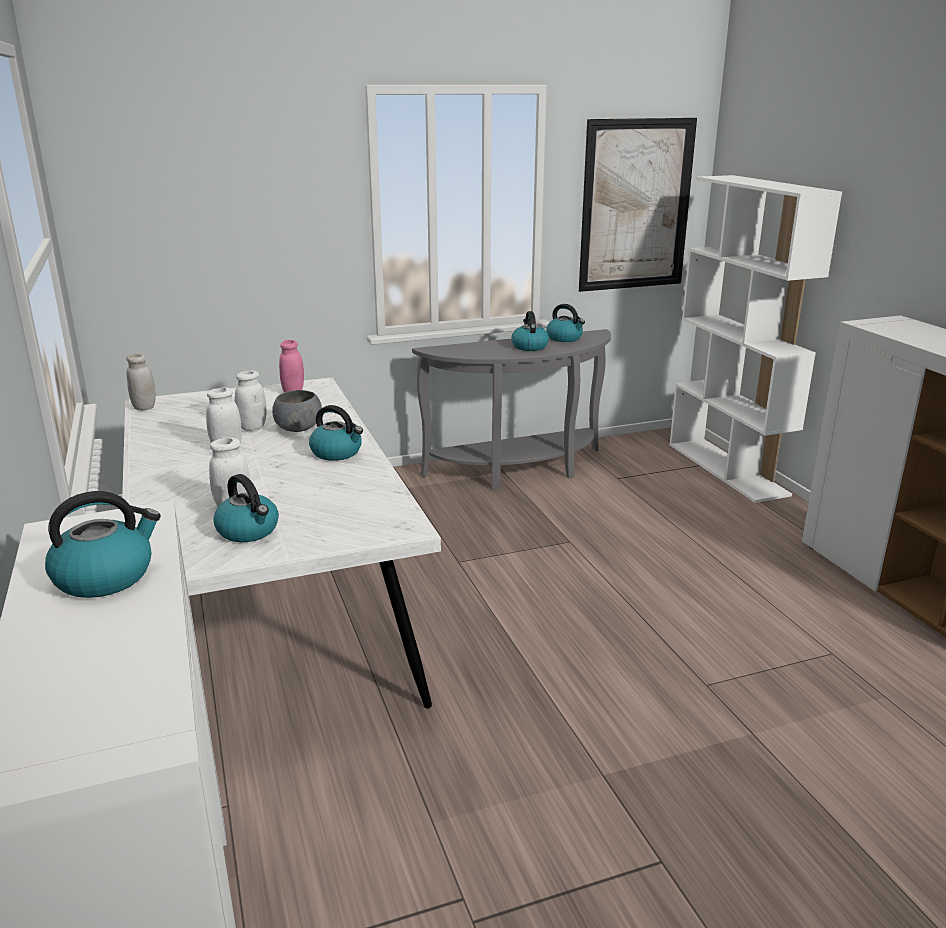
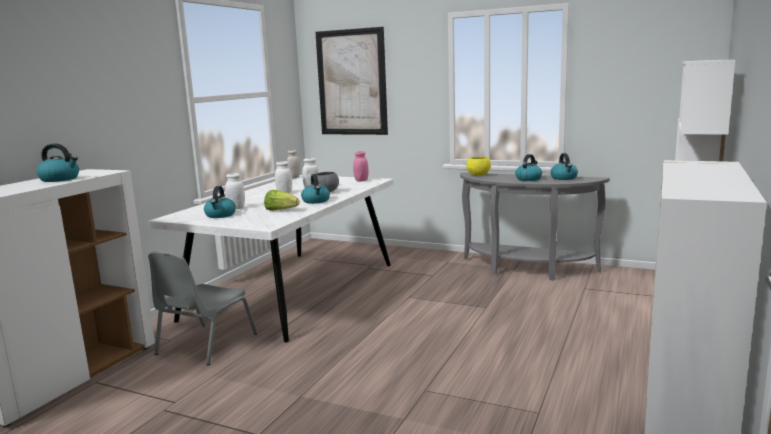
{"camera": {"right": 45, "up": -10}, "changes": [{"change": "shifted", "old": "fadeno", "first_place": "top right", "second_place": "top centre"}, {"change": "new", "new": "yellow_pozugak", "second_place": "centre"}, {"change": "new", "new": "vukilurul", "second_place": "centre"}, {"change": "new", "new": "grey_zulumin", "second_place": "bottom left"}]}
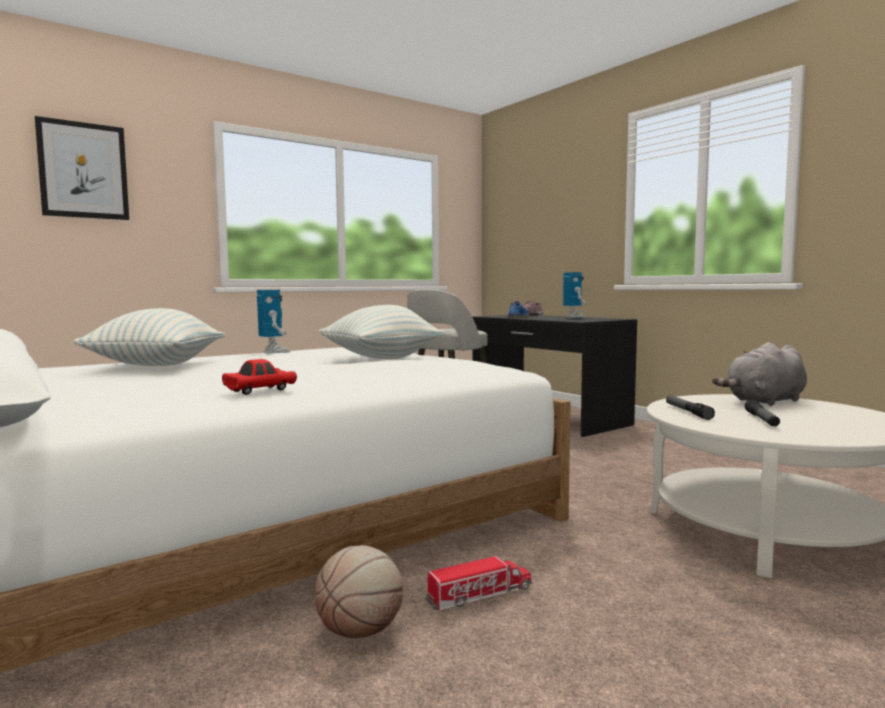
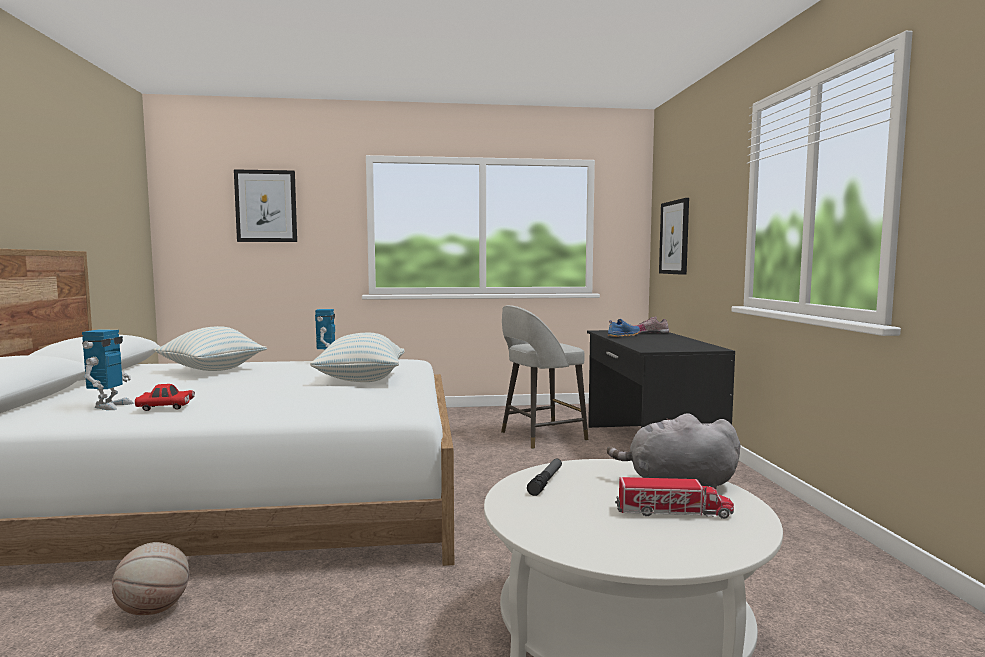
{"camera": {"right": 30, "up": 0}, "changes": [{"change": "shifted", "old": "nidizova (no. 2 from left in the first image)", "new": "nidizova (no. 1 from left)", "first_place": "centre", "second_place": "middle left"}, {"change": "gone", "old": "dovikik (no. 2 from left)", "first_place": "middle right"}, {"change": "shifted", "old": "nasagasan", "first_place": "bottom centre", "second_place": "bottom right"}, {"change": "new", "new": "fadeno (no. 2 from left)", "second_place": "middle right"}]}
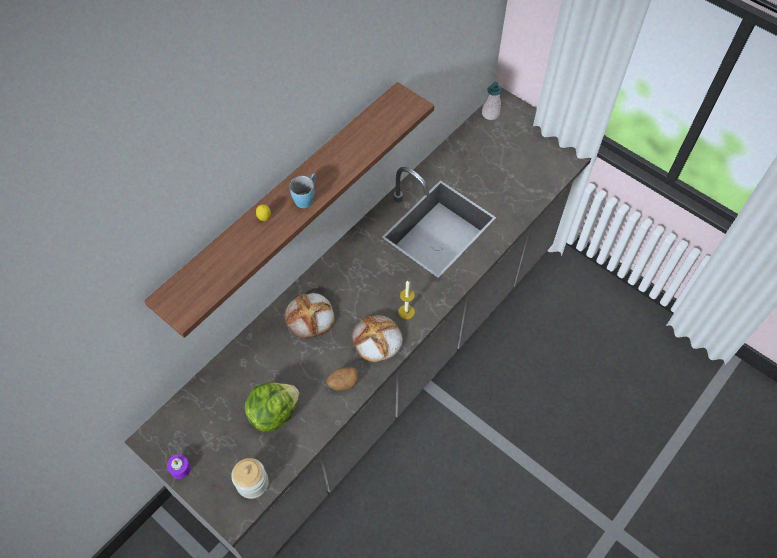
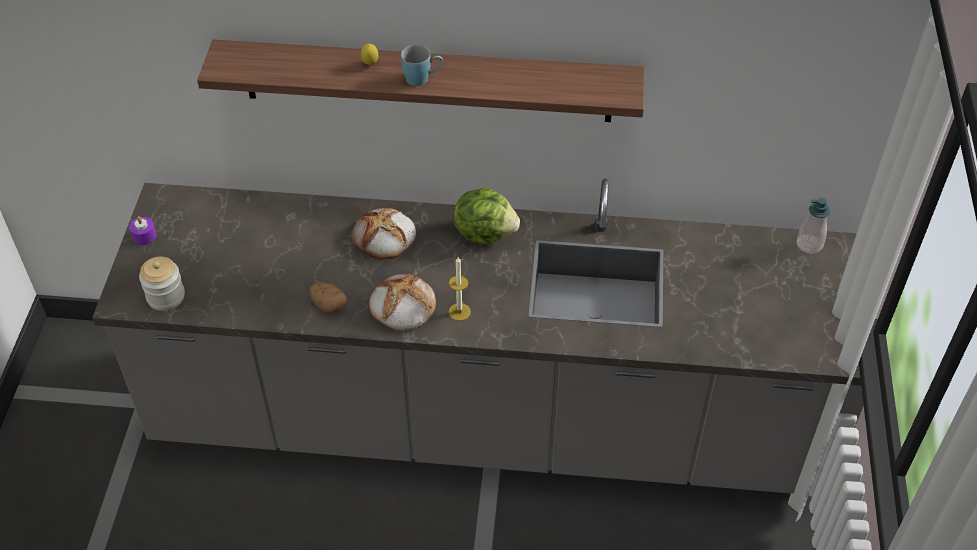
{"camera": {"right": 55, "up": -10}, "changes": [{"change": "shifted", "old": "vukilurul", "first_place": "bottom centre", "second_place": "centre"}]}
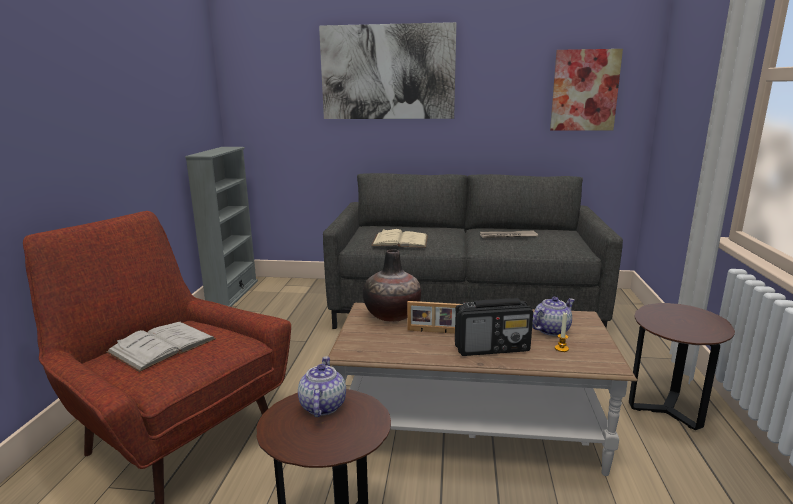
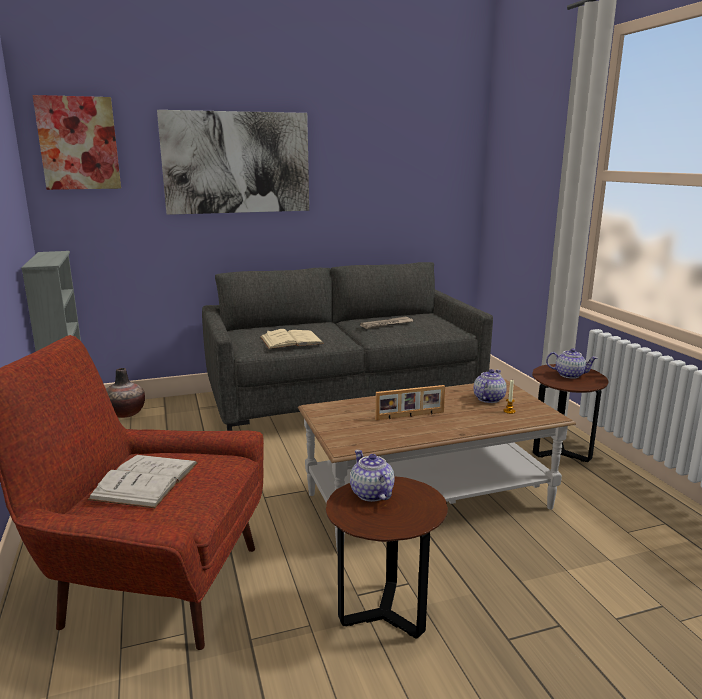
{"camera": {"right": -25, "up": 0}, "changes": [{"change": "shifted", "old": "fadeno (no. 2 from left in the first image)", "new": "fadeno (no. 1 from left)", "first_place": "top right", "second_place": "top left"}, {"change": "shifted", "old": "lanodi", "first_place": "centre", "second_place": "middle left"}, {"change": "gone", "old": "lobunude", "first_place": "centre"}, {"change": "new", "new": "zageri (no. 3 from left)", "second_place": "middle right"}]}
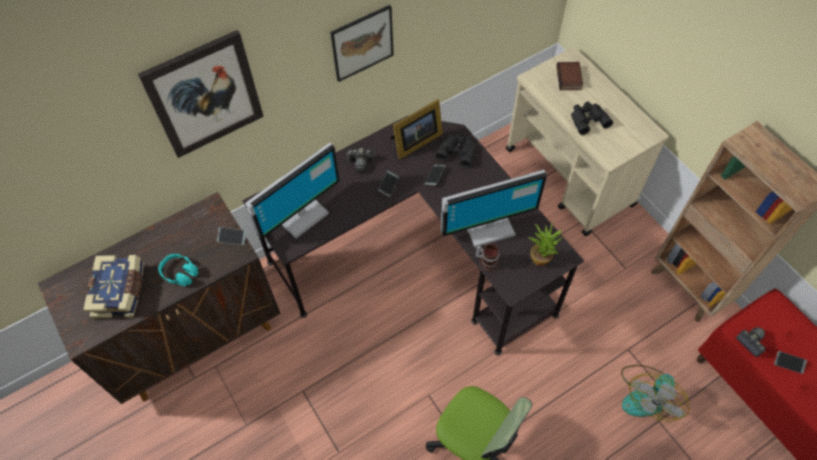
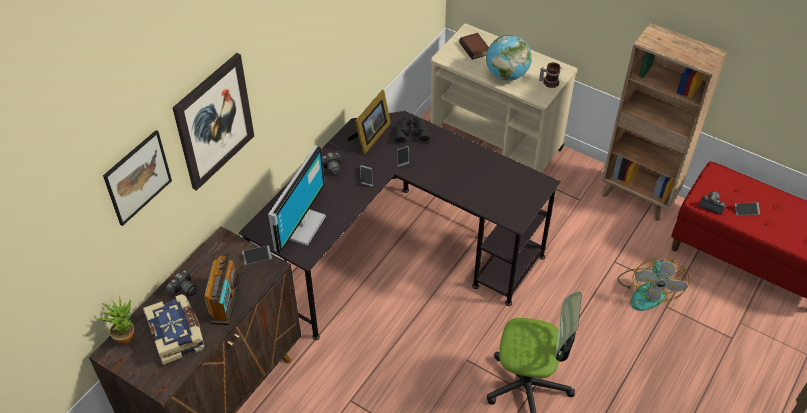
{"camera": {"right": -25, "up": -10}, "changes": [{"change": "shifted", "old": "fadeno (no. 2 from left in the first image)", "new": "fadeno (no. 1 from left)", "first_place": "top centre", "second_place": "middle left"}, {"change": "swapped", "old": "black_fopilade (no. 2 from left)", "new": "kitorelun", "first_place": "top right", "second_place": "top centre"}, {"change": "gone", "old": "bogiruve (no. 2 from left)", "first_place": "centre"}, {"change": "shifted", "old": "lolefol", "first_place": "middle right", "second_place": "bottom left"}, {"change": "shifted", "old": "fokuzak", "first_place": "centre", "second_place": "top right"}, {"change": "swapped", "old": "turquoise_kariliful", "new": "lobunude", "first_place": "middle left", "second_place": "bottom left"}, {"change": "new", "new": "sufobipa (no. 1 from left)", "second_place": "bottom left"}]}
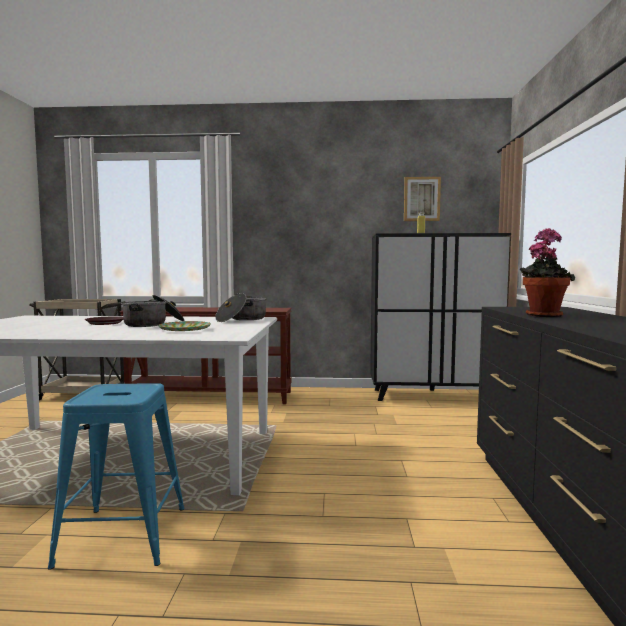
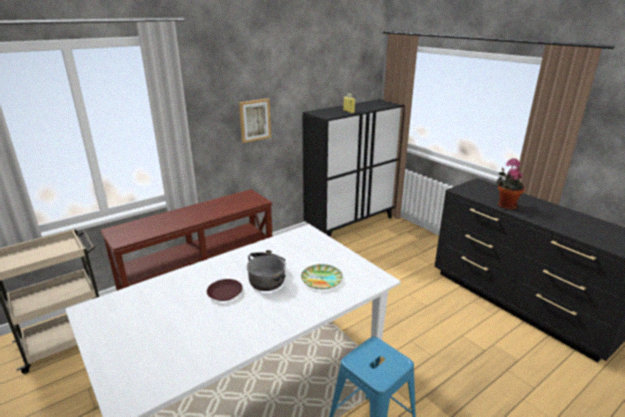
{"camera": {"right": -40, "up": 20}, "changes": [{"change": "shifted", "old": "fadeno", "first_place": "top right", "second_place": "top centre"}, {"change": "gone", "old": "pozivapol (no. 2 from left)", "first_place": "centre"}]}
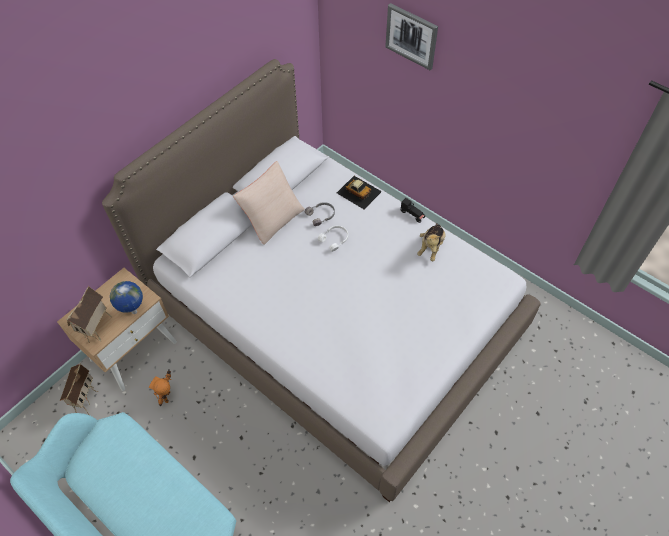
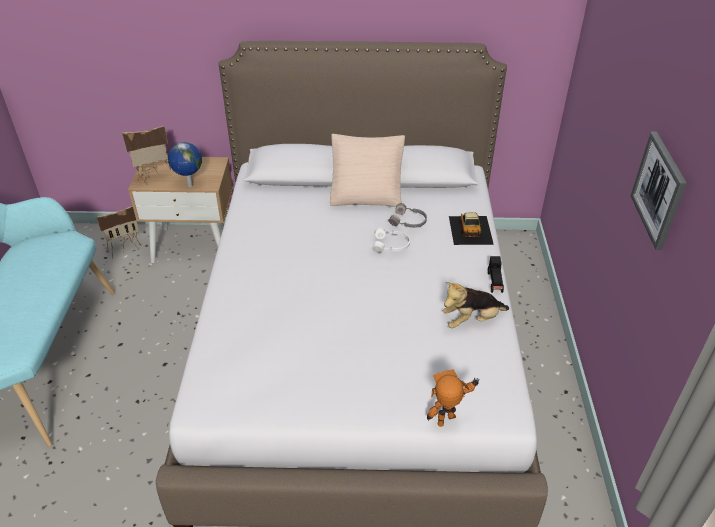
{"camera": {"right": 50, "up": -15}, "changes": [{"change": "shifted", "old": "fadeno", "first_place": "top centre", "second_place": "middle right"}, {"change": "shifted", "old": "nidizova", "first_place": "bottom left", "second_place": "bottom centre"}]}
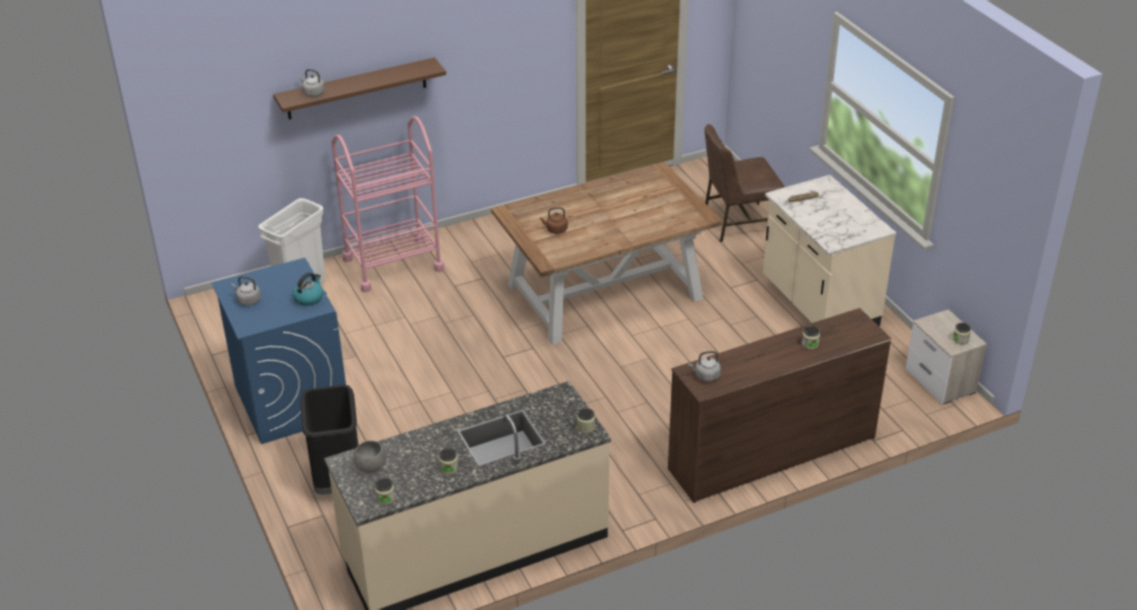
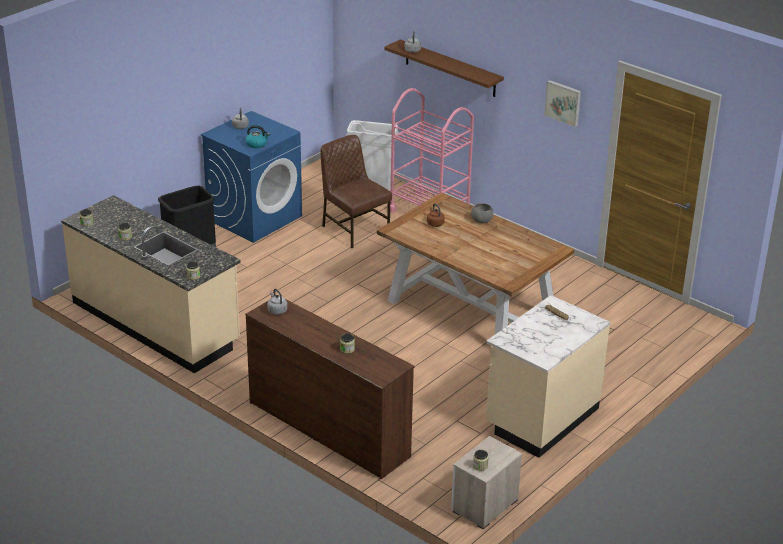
{"camera": {"right": 65, "up": -5}, "changes": [{"change": "shifted", "old": "brown_zulumin", "first_place": "top centre", "second_place": "centre"}, {"change": "shifted", "old": "grey_pozugak", "first_place": "bottom left", "second_place": "centre"}, {"change": "new", "new": "fadeno", "second_place": "top right"}]}
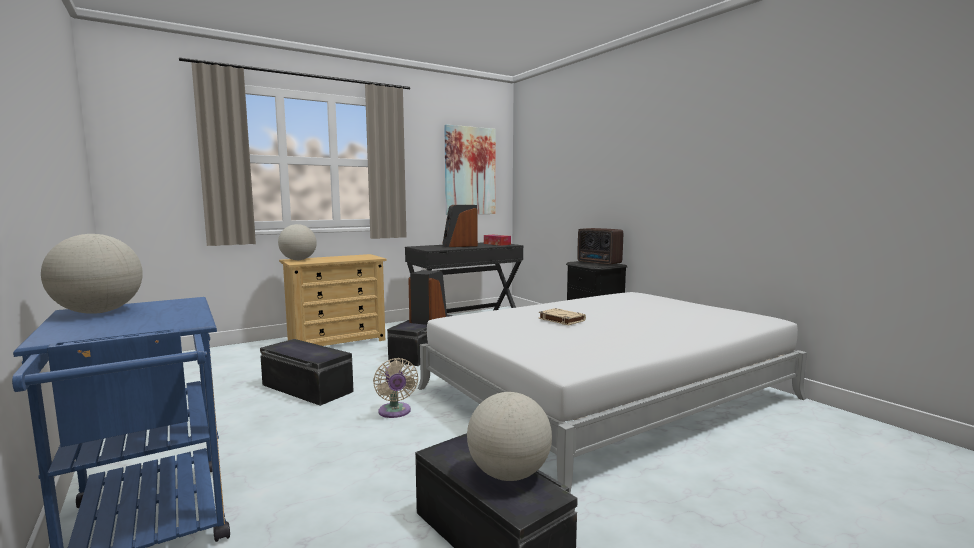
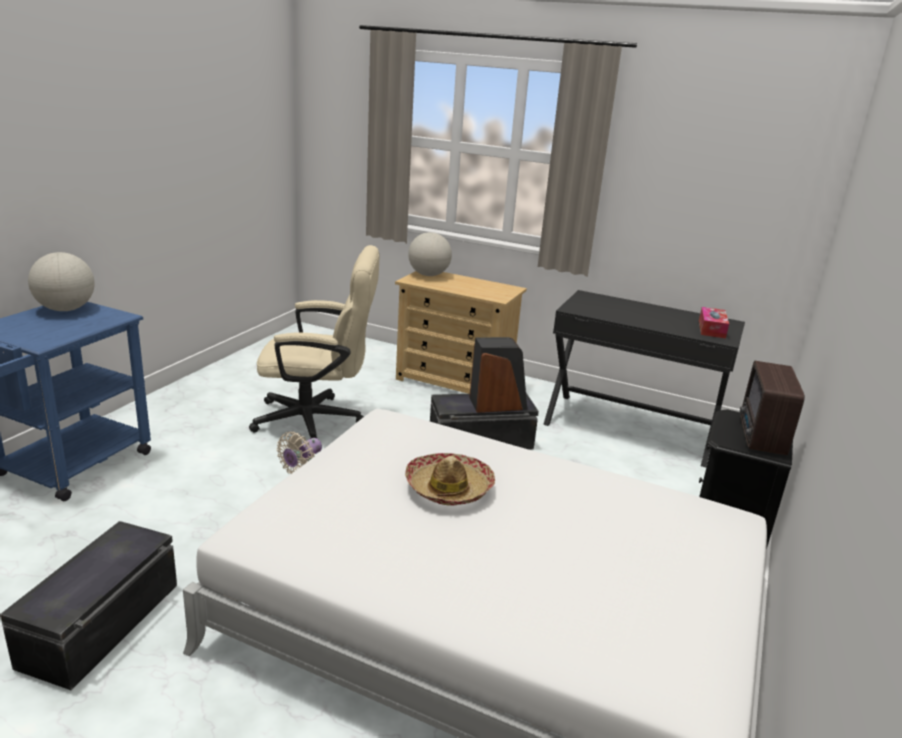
{"camera": {"right": 55, "up": 15}, "changes": [{"change": "gone", "old": "fadeno", "first_place": "top centre"}, {"change": "gone", "old": "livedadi (no. 2 from left)", "first_place": "centre"}, {"change": "swapped", "old": "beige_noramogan", "new": "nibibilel", "first_place": "centre", "second_place": "centre"}, {"change": "swapped", "old": "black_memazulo (no. 1 from left)", "new": "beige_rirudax", "first_place": "bottom left", "second_place": "centre"}, {"change": "gone", "old": "kitorelun (no. 3 from left)", "first_place": "bottom centre"}]}
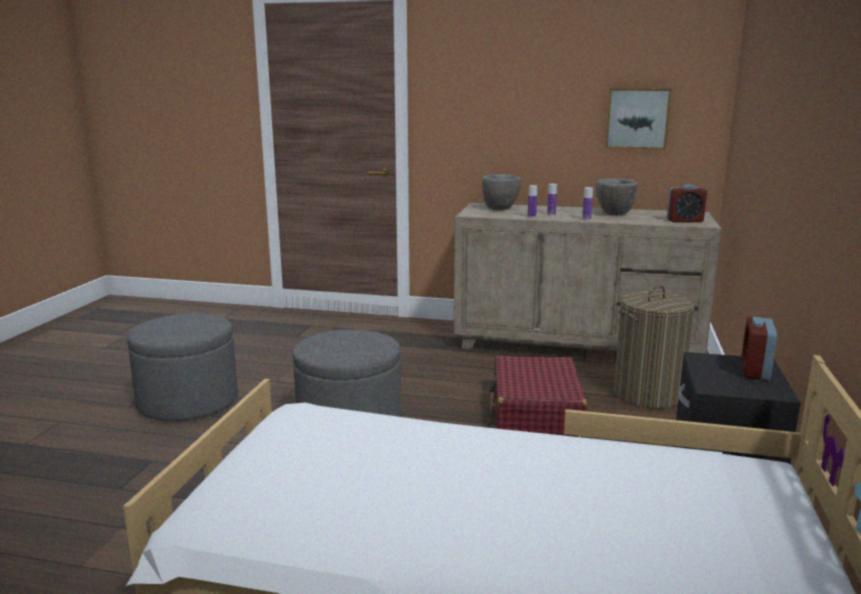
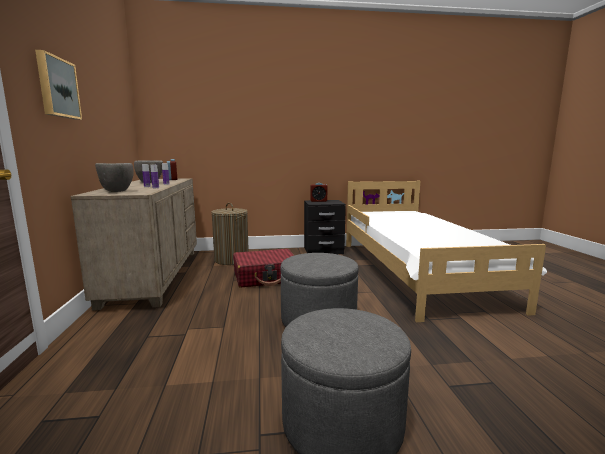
{"camera": {"right": -110, "up": -5}, "changes": [{"change": "shifted", "old": "fadeno", "first_place": "top right", "second_place": "top left"}]}
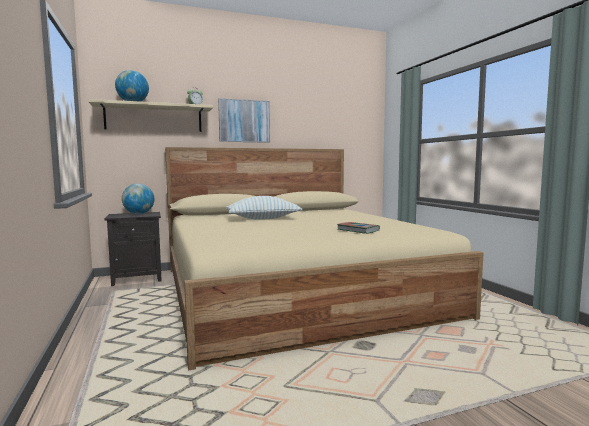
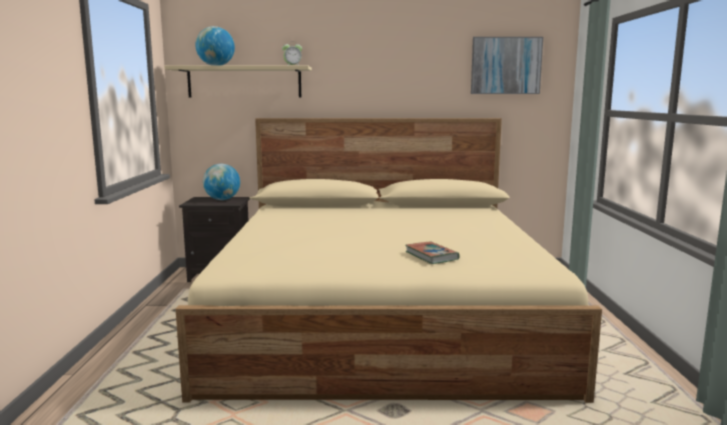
{"camera": {"right": 20, "up": 5}, "changes": [{"change": "shifted", "old": "fadeno", "first_place": "top centre", "second_place": "top right"}, {"change": "gone", "old": "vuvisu", "first_place": "centre"}]}
